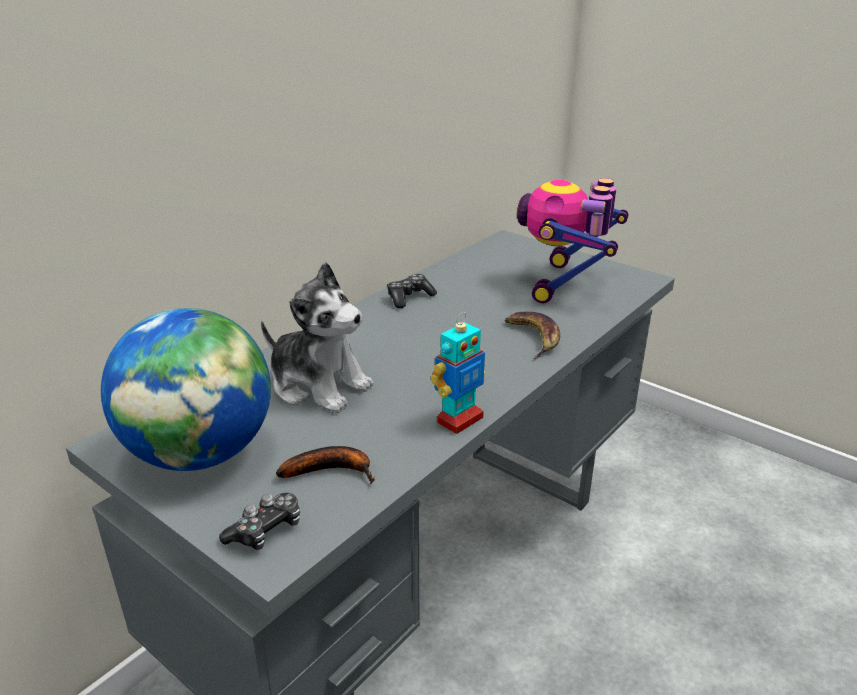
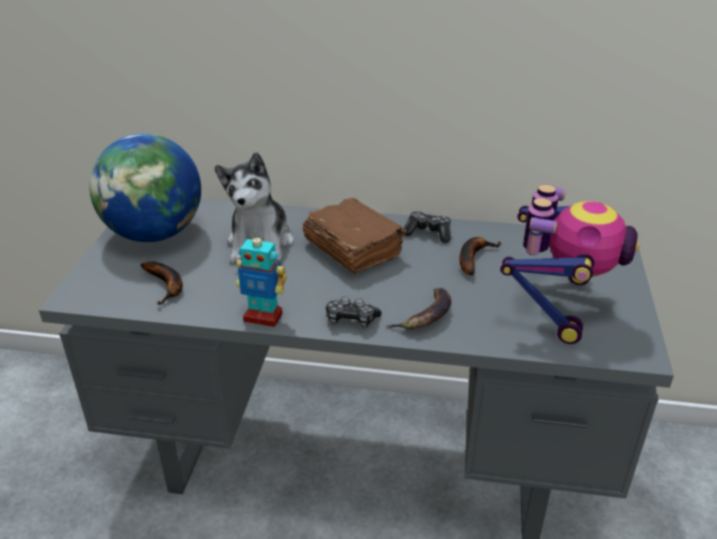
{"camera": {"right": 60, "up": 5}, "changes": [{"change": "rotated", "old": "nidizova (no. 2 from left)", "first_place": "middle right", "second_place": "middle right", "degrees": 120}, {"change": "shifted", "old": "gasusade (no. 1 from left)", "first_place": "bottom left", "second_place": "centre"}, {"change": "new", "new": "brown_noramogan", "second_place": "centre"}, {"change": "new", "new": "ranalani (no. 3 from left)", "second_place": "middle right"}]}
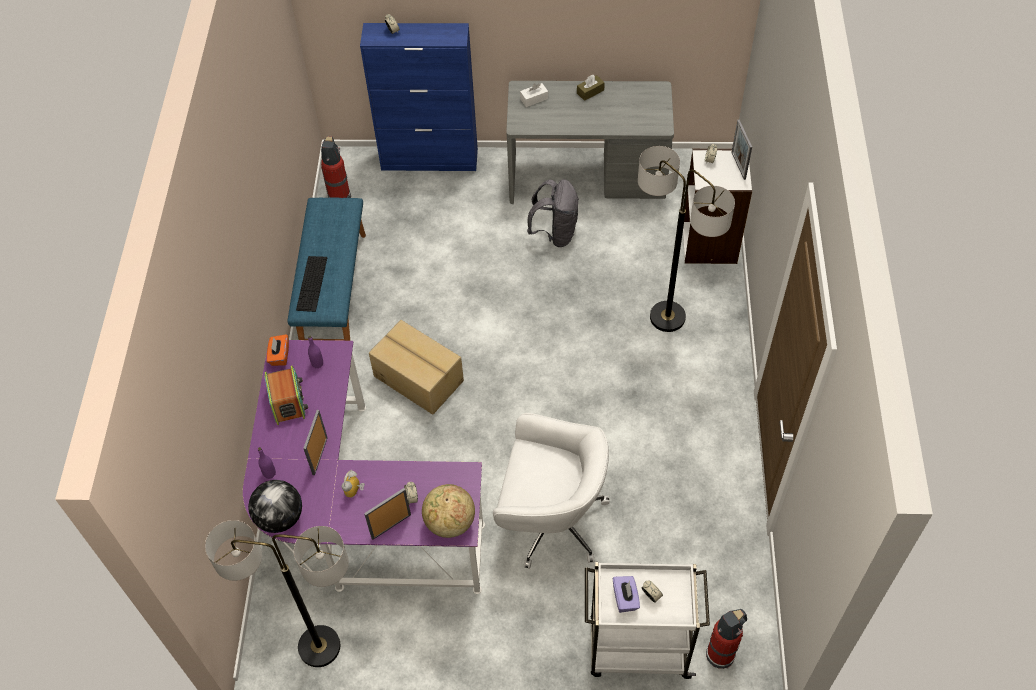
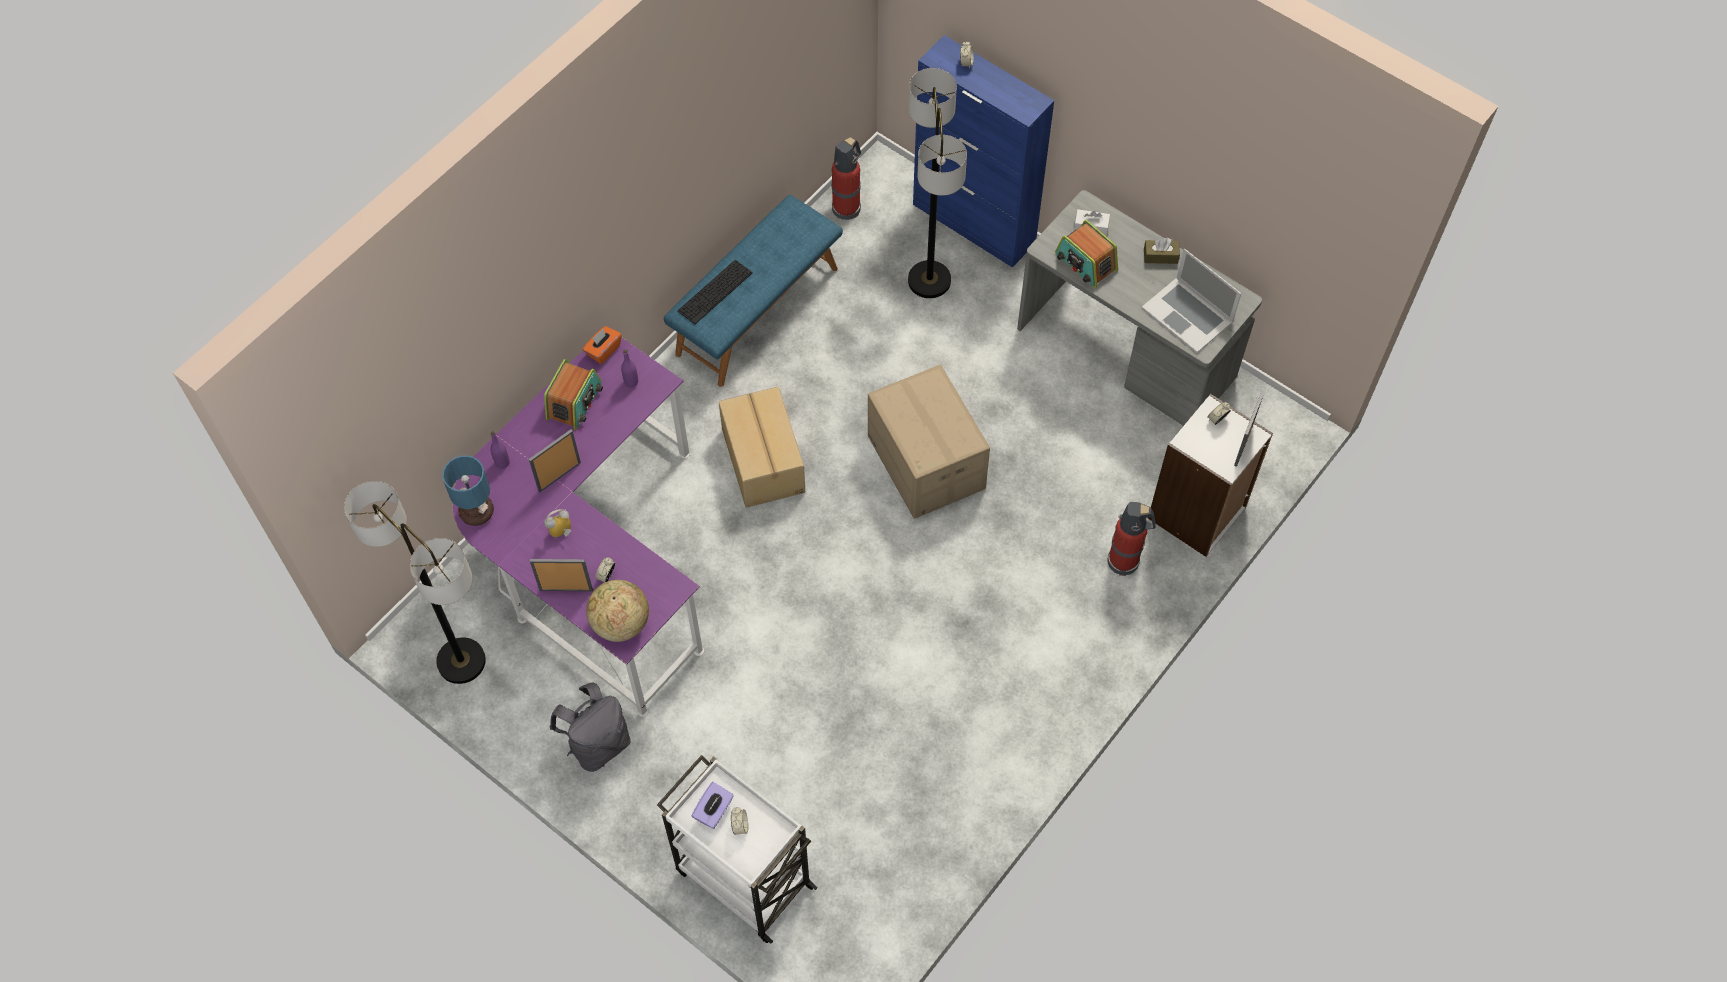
{"camera": {"right": 35, "up": 5}, "changes": [{"change": "shifted", "old": "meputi (no. 2 from left)", "first_place": "centre", "second_place": "top centre"}, {"change": "shifted", "old": "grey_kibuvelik", "first_place": "top centre", "second_place": "bottom centre"}, {"change": "gone", "old": "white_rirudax", "first_place": "bottom centre"}, {"change": "swapped", "old": "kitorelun (no. 1 from left)", "new": "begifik", "first_place": "bottom left", "second_place": "middle left"}, {"change": "shifted", "old": "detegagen (no. 2 from left)", "first_place": "bottom right", "second_place": "centre"}, {"change": "new", "new": "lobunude (no. 2 from left)", "second_place": "top centre"}, {"change": "new", "new": "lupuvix", "second_place": "top right"}, {"change": "new", "new": "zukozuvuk (no. 2 from left)", "second_place": "centre"}]}
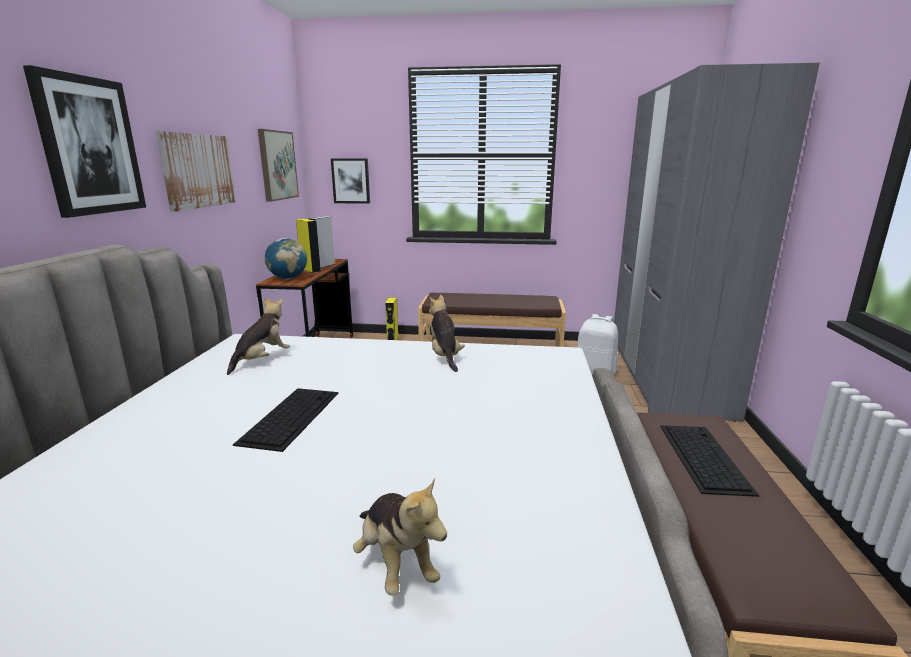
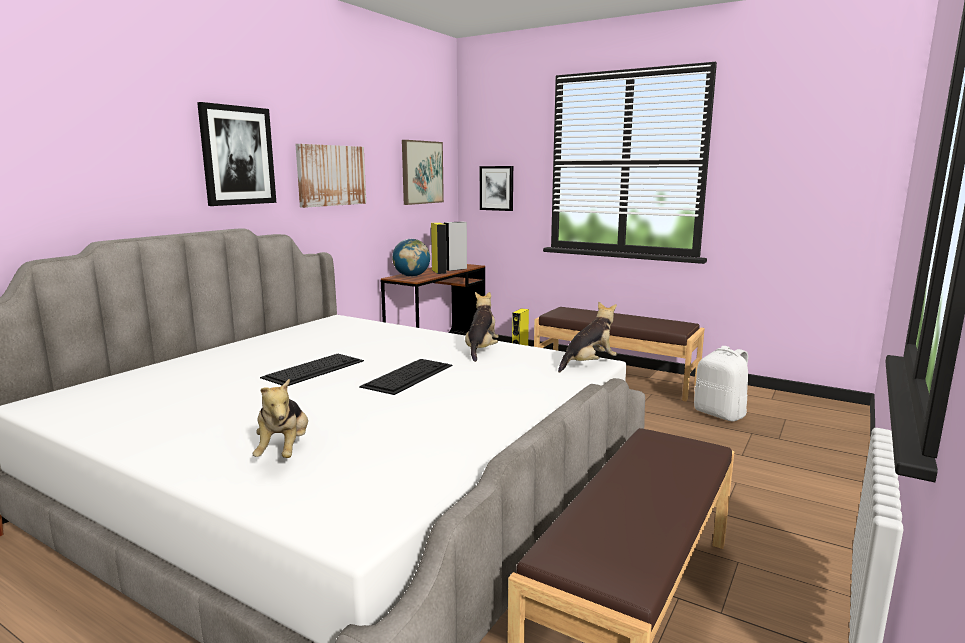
{"camera": {"right": 25, "up": -5}, "changes": [{"change": "gone", "old": "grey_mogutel", "first_place": "middle right"}, {"change": "shifted", "old": "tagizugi (no. 1 from left in the first image)", "new": "tagizugi (no. 3 from left)", "first_place": "middle left", "second_place": "centre"}, {"change": "shifted", "old": "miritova (no. 2 from left)", "first_place": "bottom right", "second_place": "centre"}]}
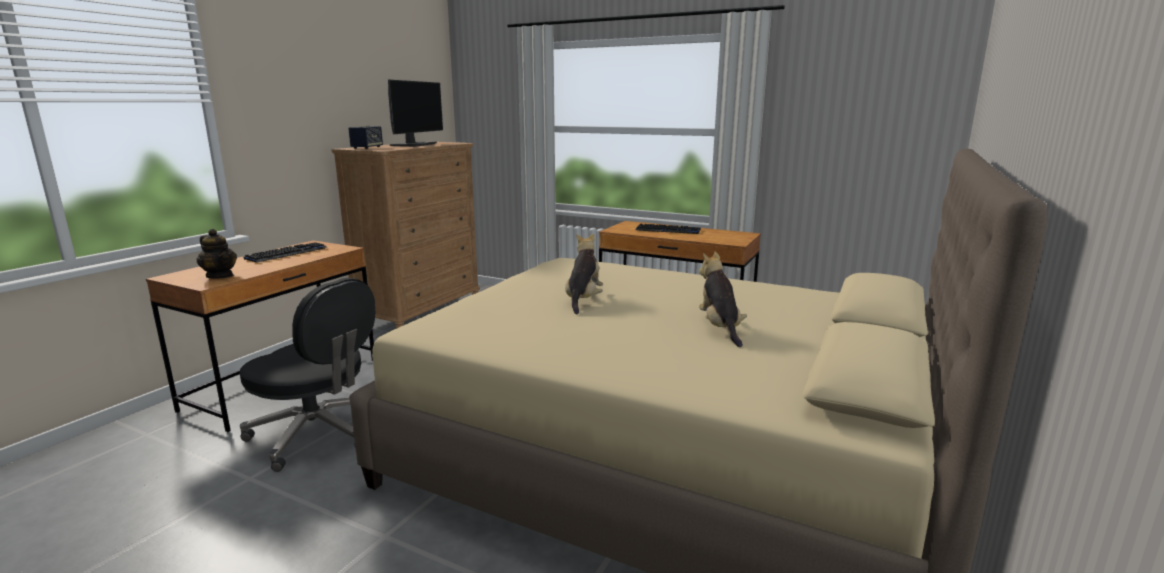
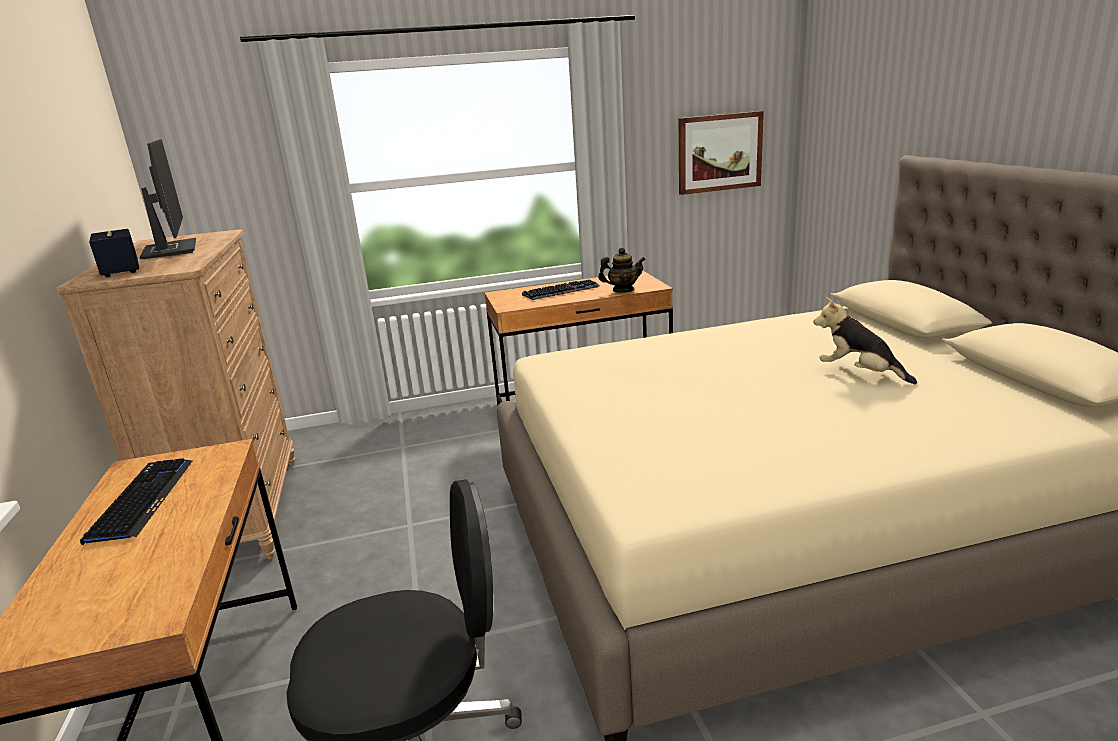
{"camera": {"right": -40, "up": 5}, "changes": [{"change": "shifted", "old": "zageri", "first_place": "middle left", "second_place": "centre"}, {"change": "gone", "old": "tagizugi (no. 1 from left)", "first_place": "centre"}, {"change": "new", "new": "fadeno", "second_place": "top centre"}]}
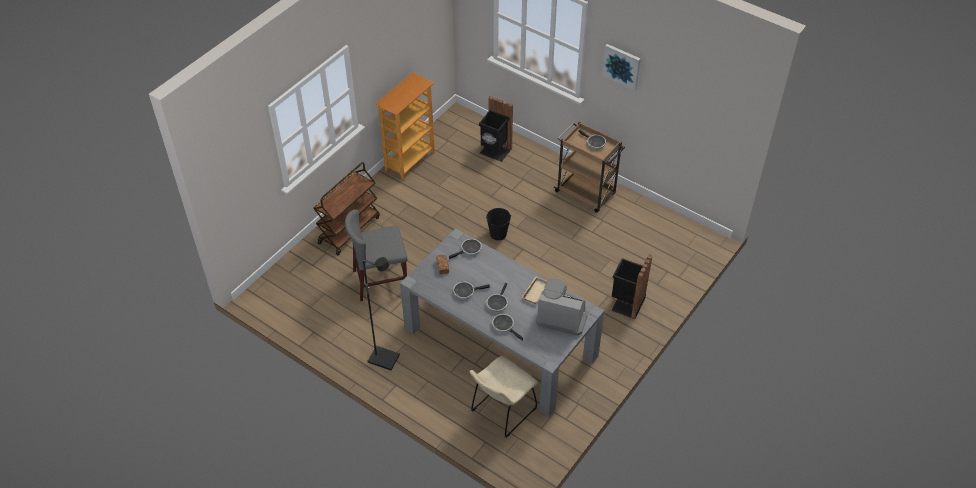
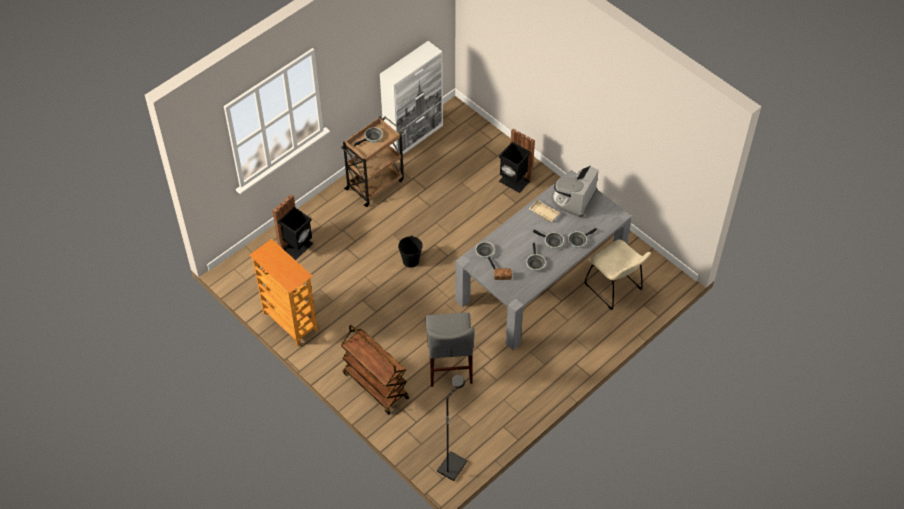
{"camera": {"right": -80, "up": 5}, "changes": [{"change": "gone", "old": "fadeno", "first_place": "top centre"}, {"change": "shifted", "old": "black_meputi", "first_place": "centre", "second_place": "bottom centre"}, {"change": "new", "new": "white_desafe", "second_place": "top centre"}]}
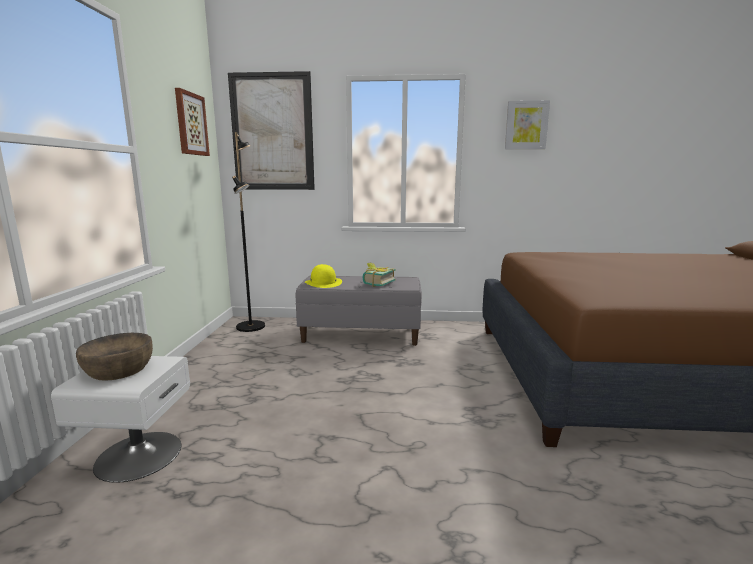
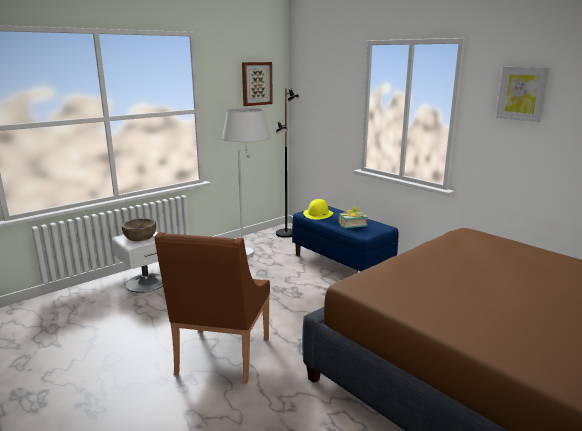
{"camera": {"right": 45, "up": 5}, "changes": [{"change": "gone", "old": "fadeno (no. 2 from left)", "first_place": "top centre"}, {"change": "repainted", "old": "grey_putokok", "new": "blue_putokok", "first_place": "centre", "second_place": "centre"}, {"change": "new", "new": "white_meputi", "second_place": "centre"}, {"change": "new", "new": "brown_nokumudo", "second_place": "bottom centre"}]}
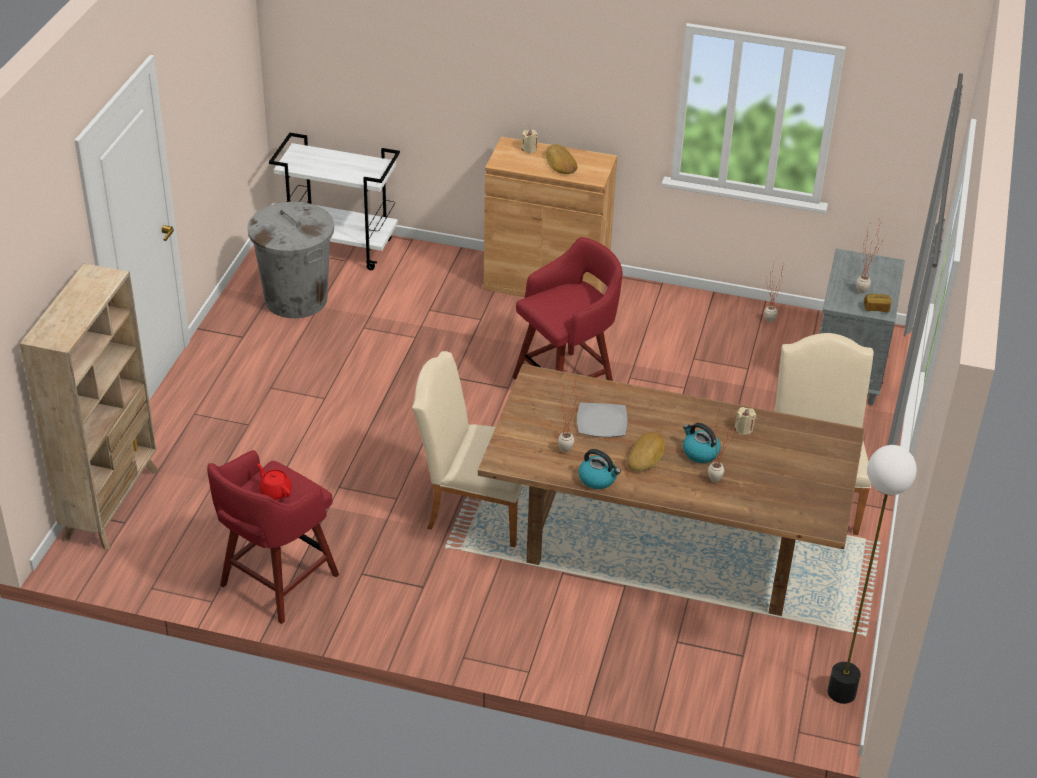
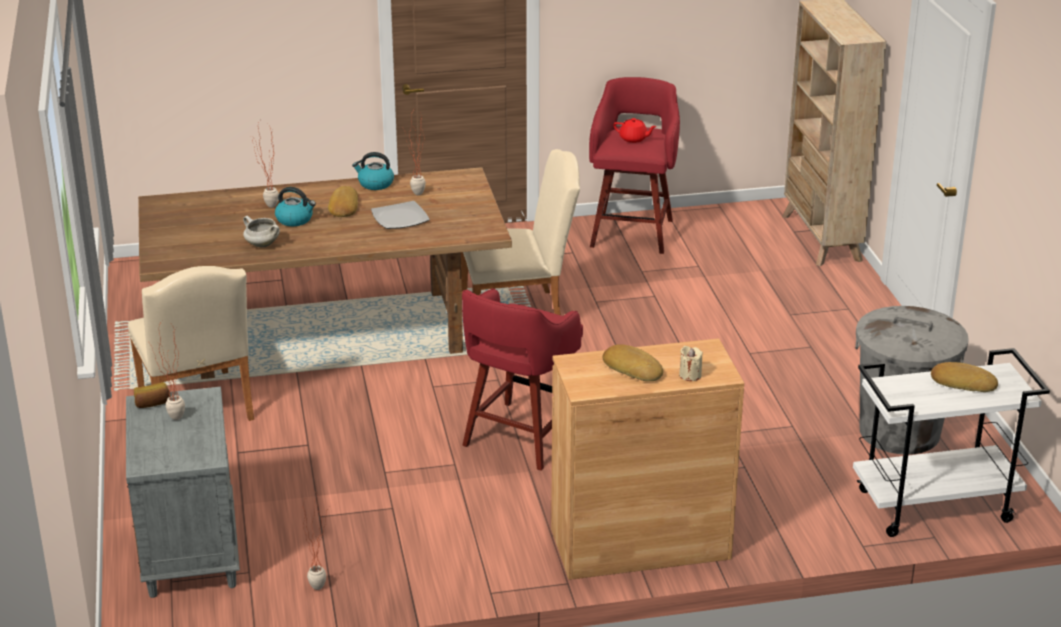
{"camera": {"right": 155, "up": -10}, "changes": [{"change": "swapped", "old": "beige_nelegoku (no. 2 from left)", "new": "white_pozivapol", "first_place": "middle right", "second_place": "middle left"}, {"change": "gone", "old": "meputi", "first_place": "bottom right"}, {"change": "new", "new": "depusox (no. 4 from left)", "second_place": "middle right"}]}
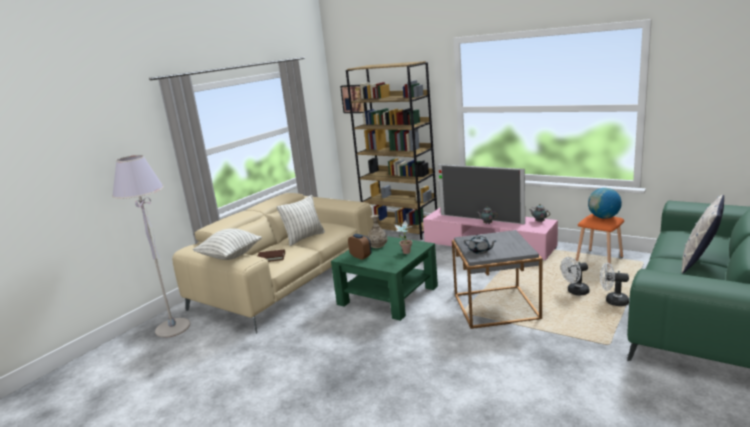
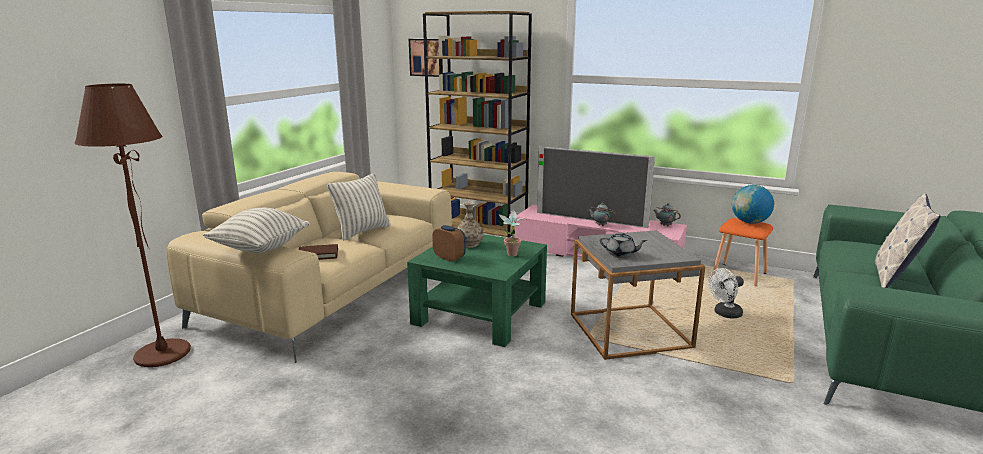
{"camera": {"right": -10, "up": 0}, "changes": [{"change": "repainted", "old": "grey_meputi", "new": "brown_meputi", "first_place": "middle left", "second_place": "middle left"}, {"change": "gone", "old": "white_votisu (no. 2 from left)", "first_place": "middle right"}]}
